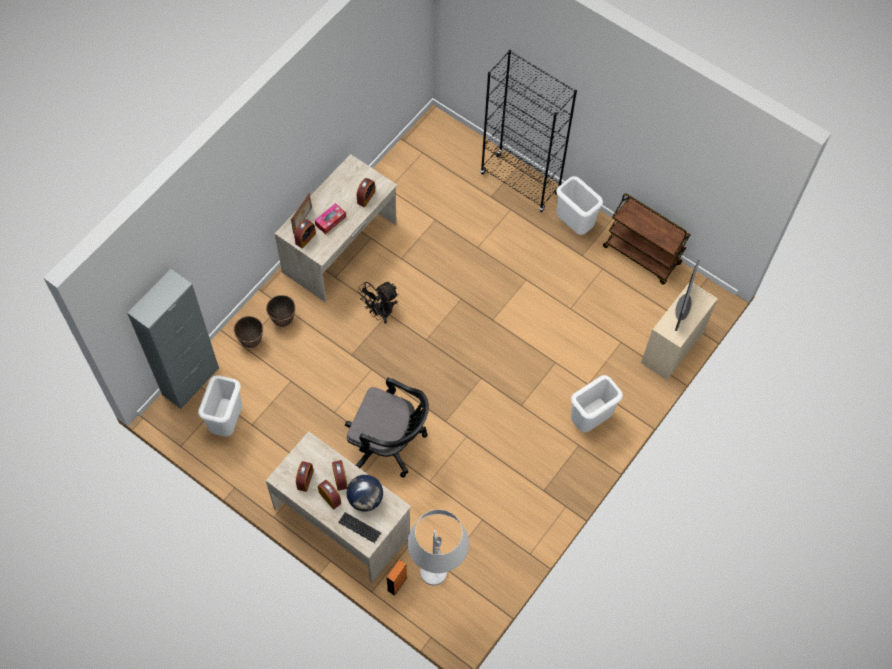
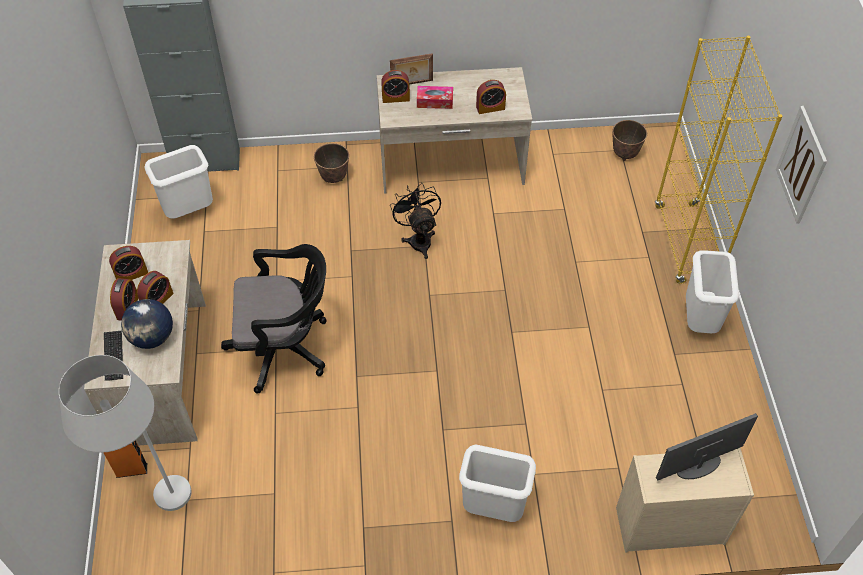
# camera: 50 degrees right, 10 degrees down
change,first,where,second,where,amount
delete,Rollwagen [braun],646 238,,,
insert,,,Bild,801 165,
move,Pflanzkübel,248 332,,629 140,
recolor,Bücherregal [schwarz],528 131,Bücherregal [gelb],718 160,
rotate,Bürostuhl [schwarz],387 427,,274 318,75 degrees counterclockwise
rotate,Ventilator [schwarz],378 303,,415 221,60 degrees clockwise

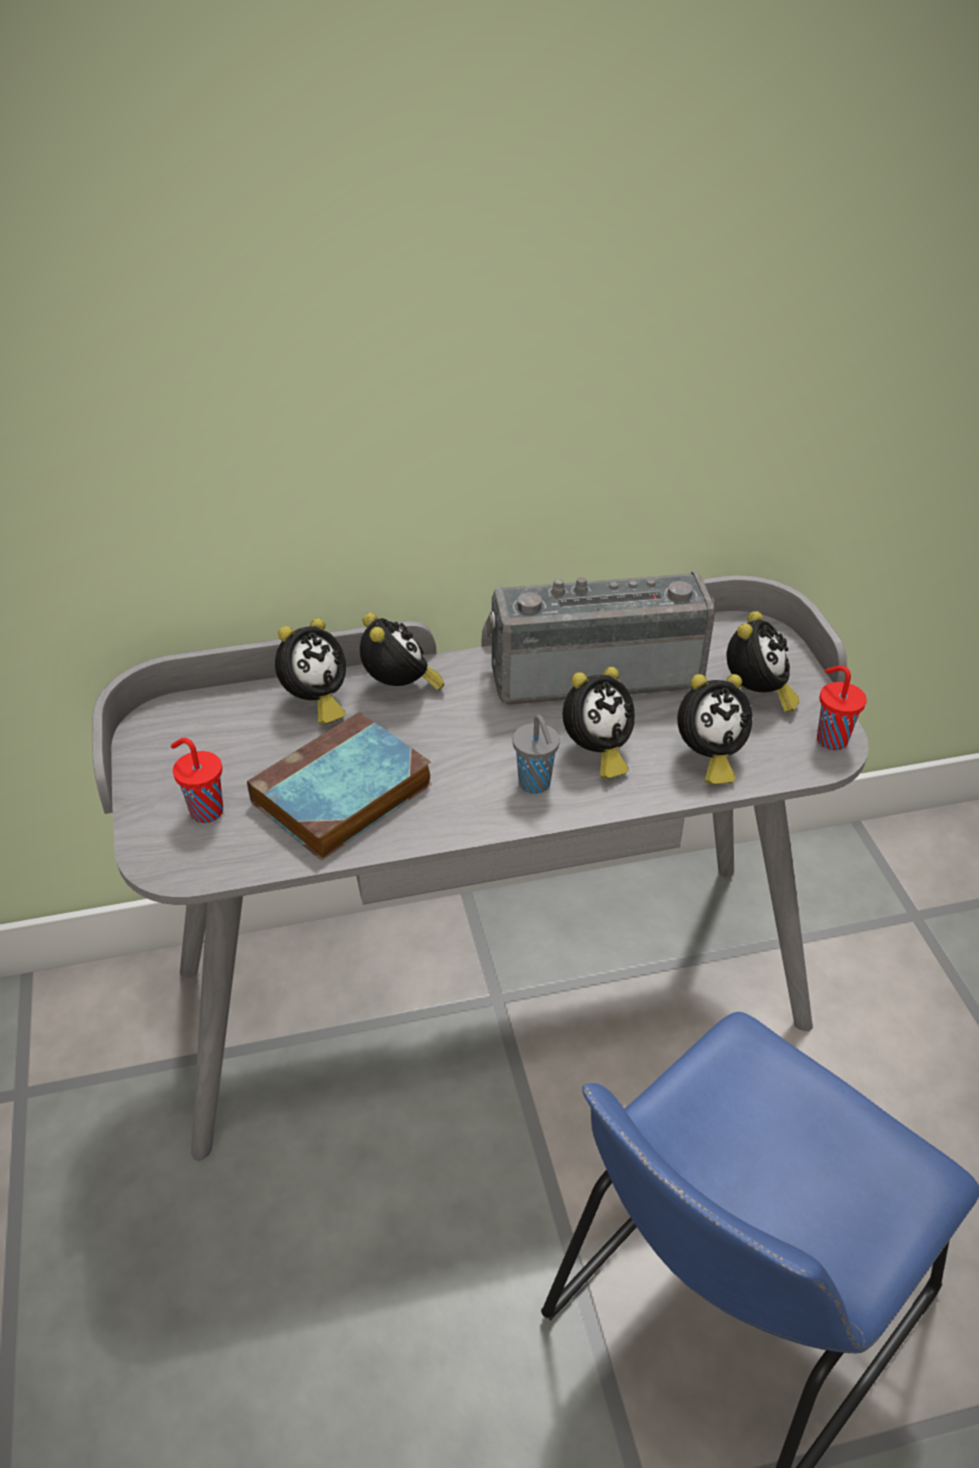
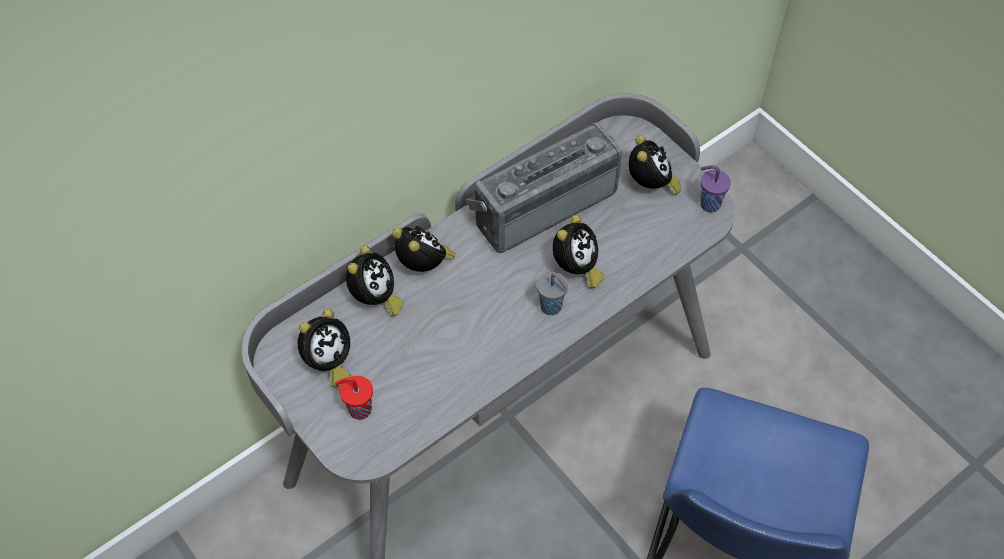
# camera: 25 degrees left, 15 degrees up
change,first,where,second,where,amount
delete,Buch,339 786,,,
move,Wecker,714 729,,324 348,
recolor,Tasse [rot],842 708,Tasse [lila],715 188,

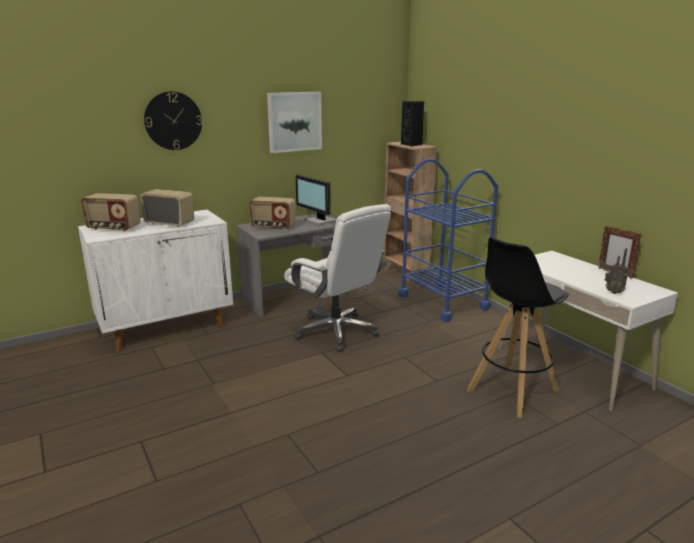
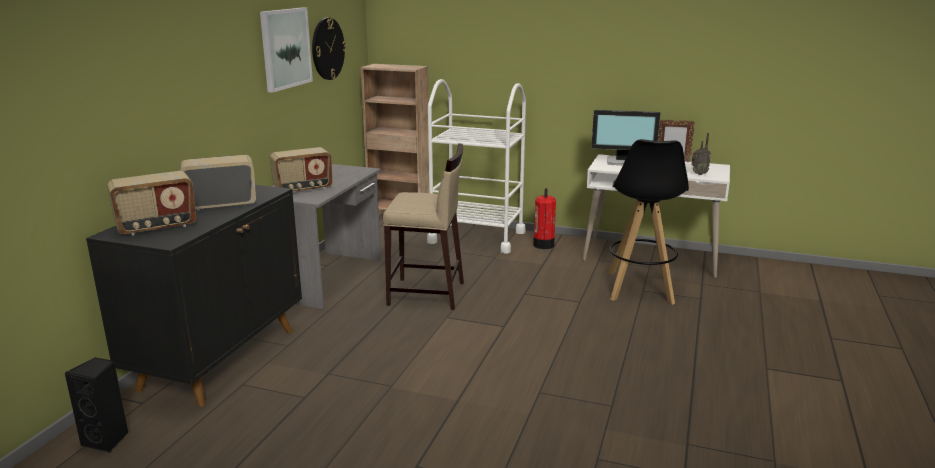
# camera: 40 degrees left, 0 degrees up
change,first,where,second,where,amount
insert,,,Feuerlöscher,544 218,
move,Wanduhr,173 120,,329 49,
move,Monitor,316 200,,625 137,
move,Lautsprecher [schwarz],412 123,,96 405,
replace,Bürostuhl [weiß],337 277,Hocker [beige],423 226,
recolor,Schrank [weiß],155 280,Schrank [schwarz],194 296,
recolor,Rollwagen [blau],448 240,Rollwagen [weiß],476 166,

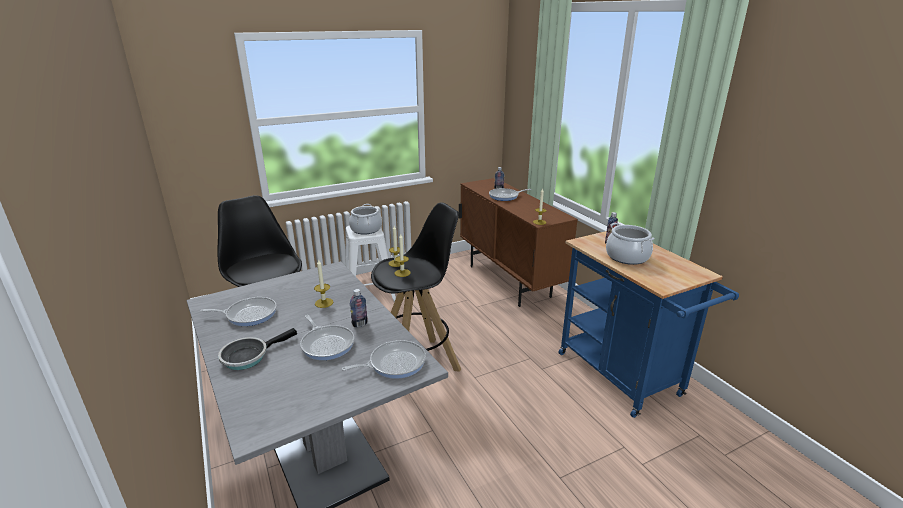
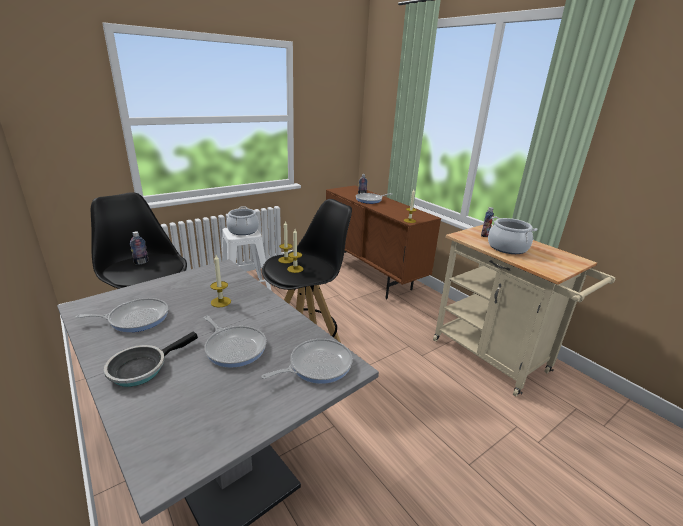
# camera: 10 degrees left, 0 degrees up
change,first,where,second,where,amount
move,Flasche,359 308,,139 248,
recolor,Rollwagen [blau],649 324,Rollwagen [beige],524 310,

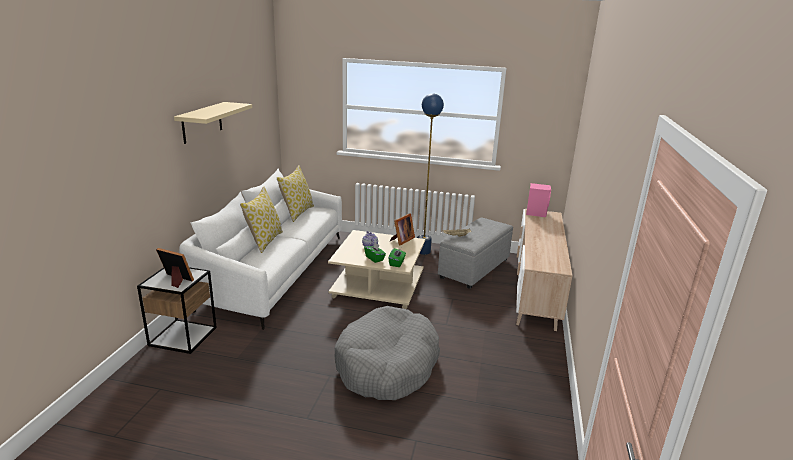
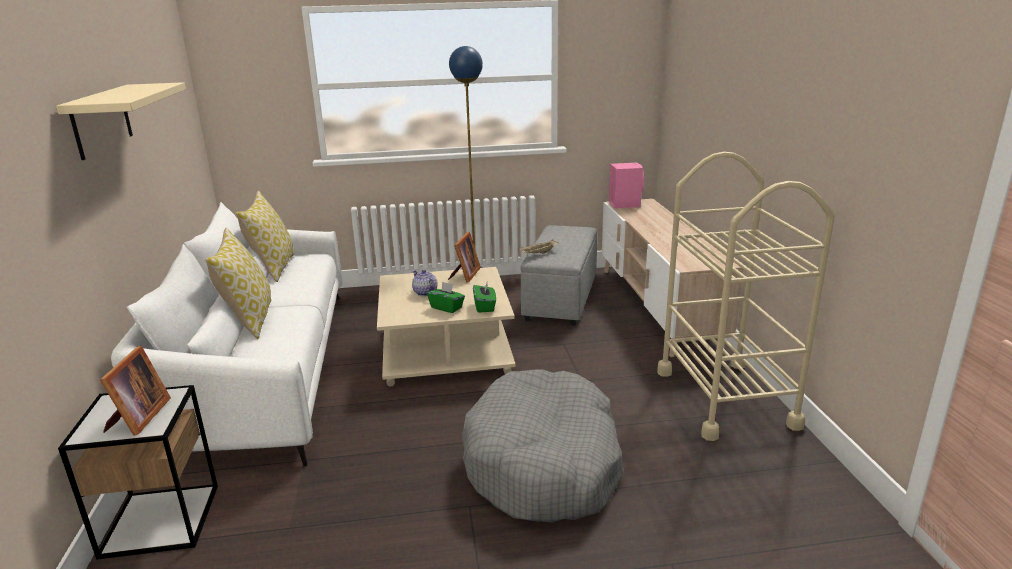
# camera: 20 degrees left, 0 degrees up
change,first,where,second,where,amount
insert,,,Rollwagen [beige],746 296,
rotate,Bilderrahmen,175 268,,135 391,90 degrees clockwise

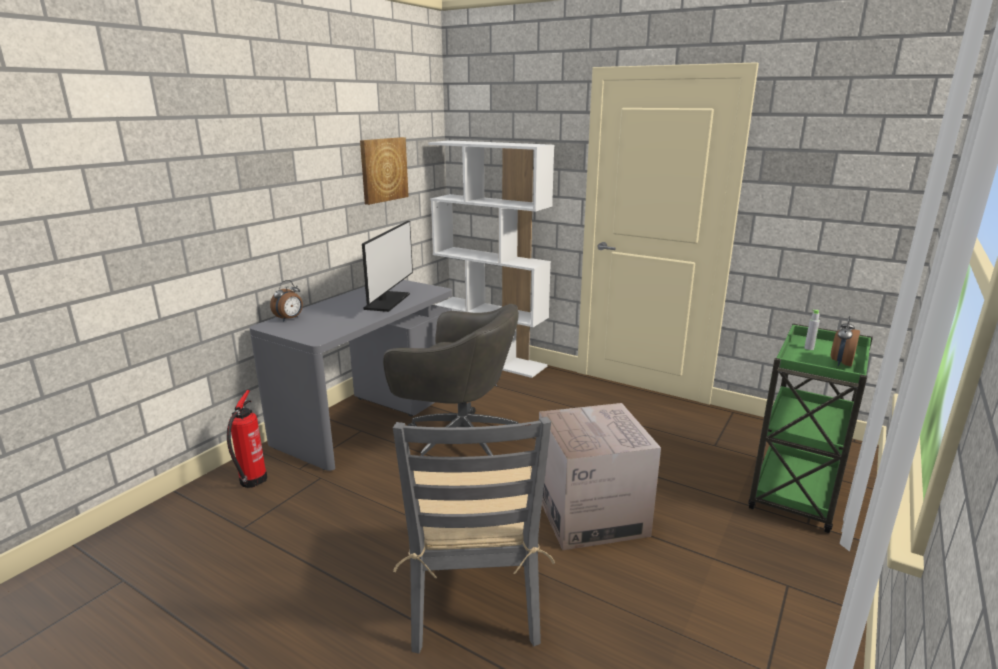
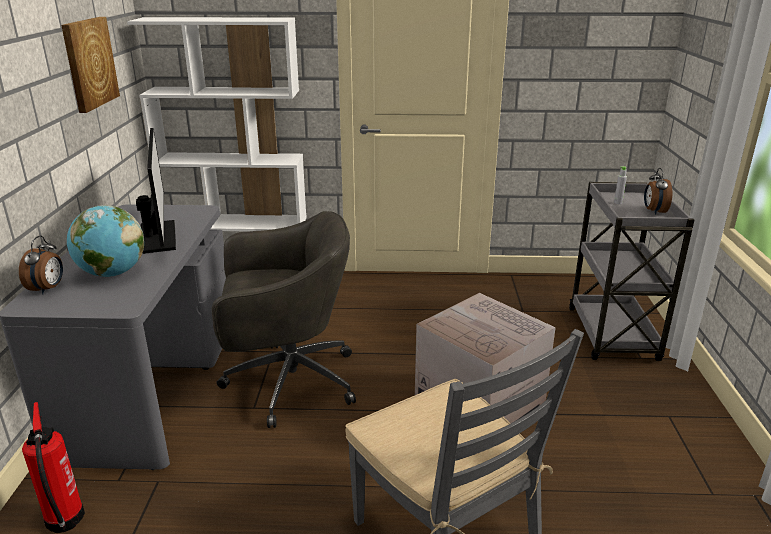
# camera: 30 degrees left, 5 degrees up
change,first,where,second,where,amount
insert,,,Globus,105 241,
recolor,Rollwagen [grün],811 428,Rollwagen [grau],632 271,

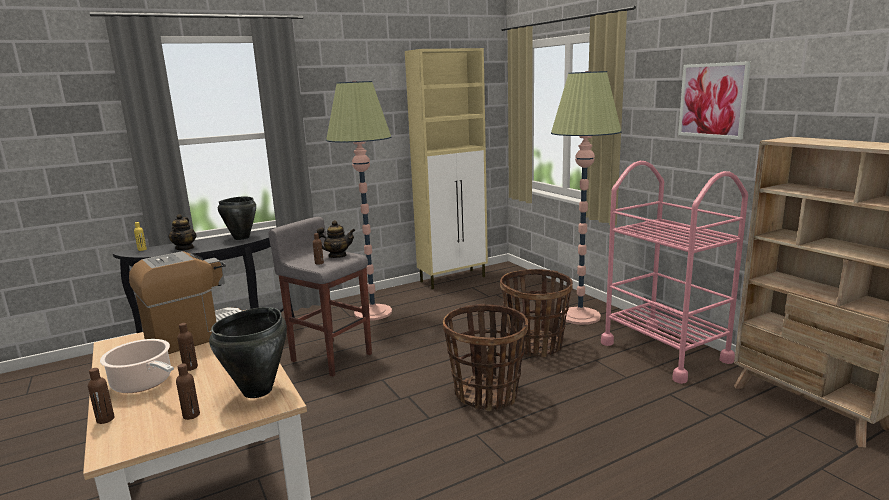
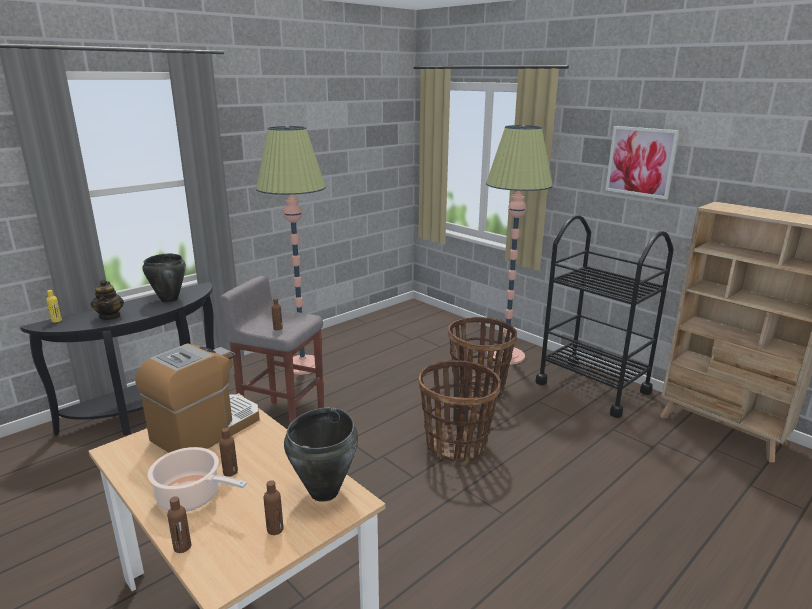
# camera: 15 degrees left, 5 degrees up
change,first,where,second,where,amount
delete,Teekanne,336 239,,,
delete,Schrank [beige],446 168,,,
recolor,Rollwagen [rosa],674 272,Rollwagen [schwarz],604 316,

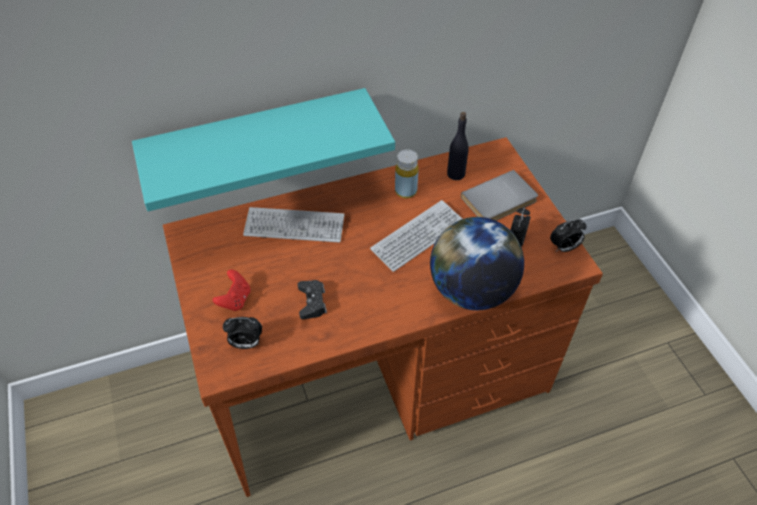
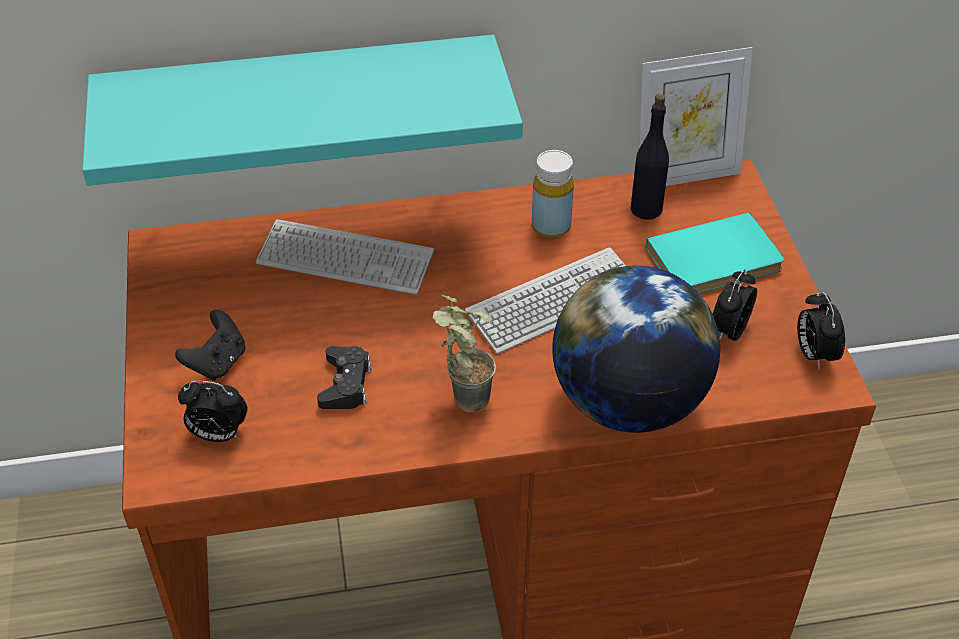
# camera: 10 degrees right, 5 degrees down
change,first,where,second,where,amount
insert,,,Topfpflanze,464 353,
insert,,,Bilderrahmen,696 116,
recolor,Gamepad [rot],232 290,Gamepad [schwarz],210 345,
recolor,Buch [grau],499 195,Buch [türkis],714 253,
rotate,Wecker,568 235,,821 330,90 degrees clockwise

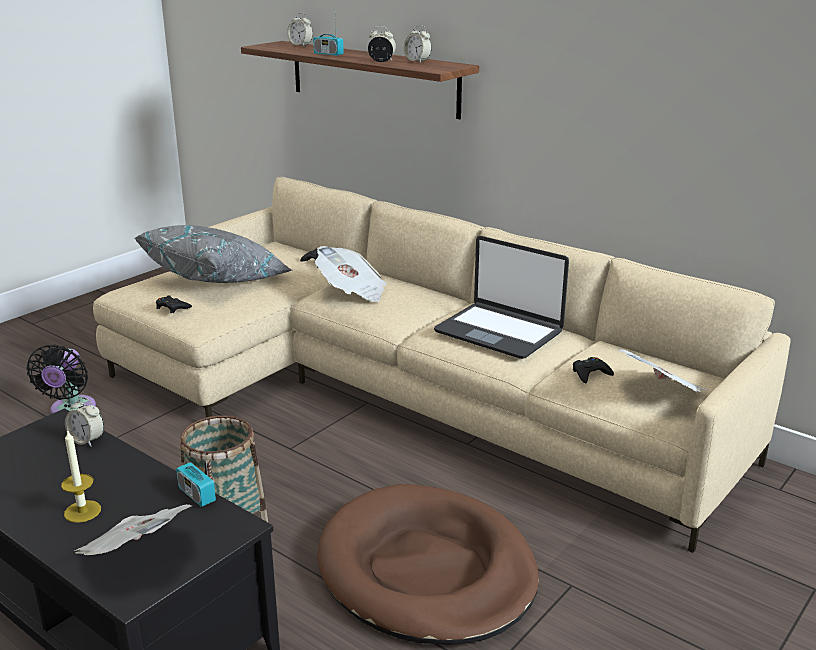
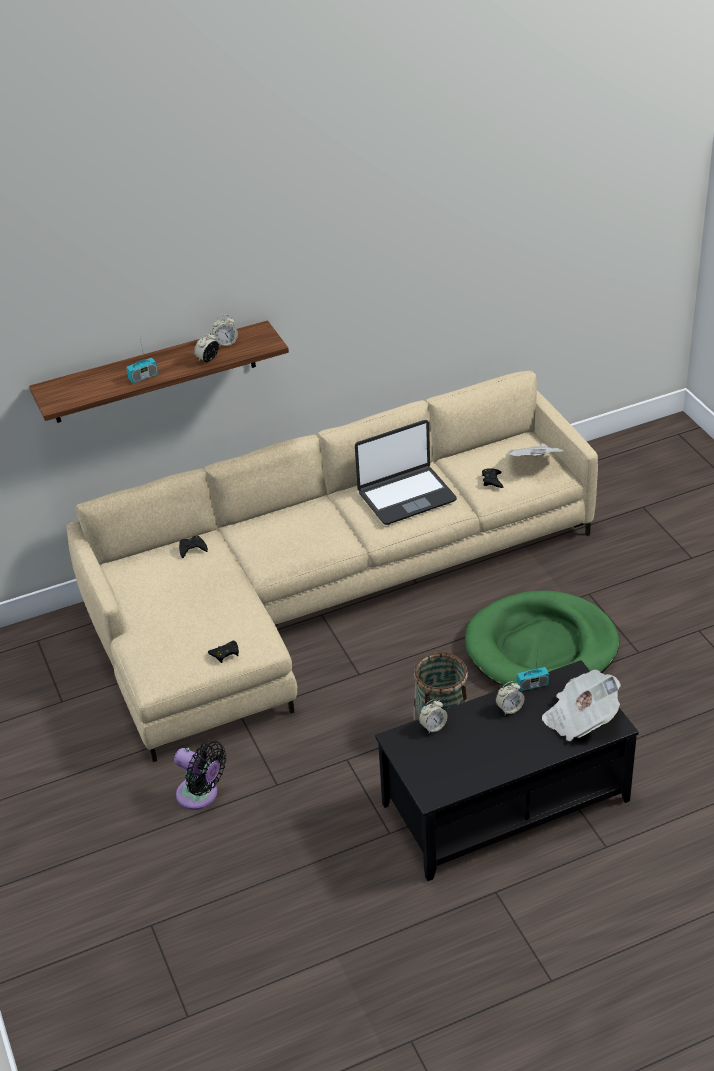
# camera: 60 degrees left, 15 degrees up
change,first,where,second,where,amount
delete,Kerze,81 476,,,
delete,Kissen [grau],214 254,,,
delete,Zeitung,351 274,,,
move,Wecker,300 30,,510 698,
recolor,Hundebett [braun],428 564,Hundebett [grün],542 639,

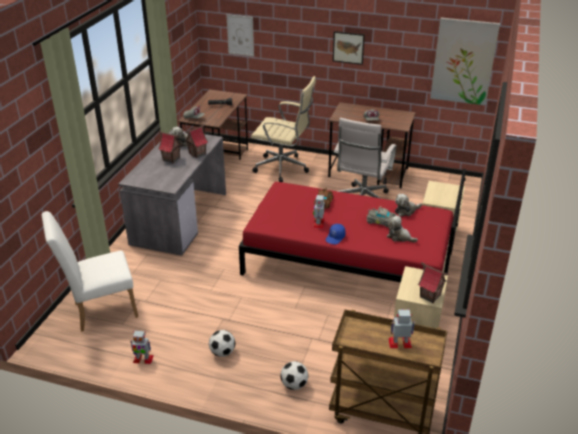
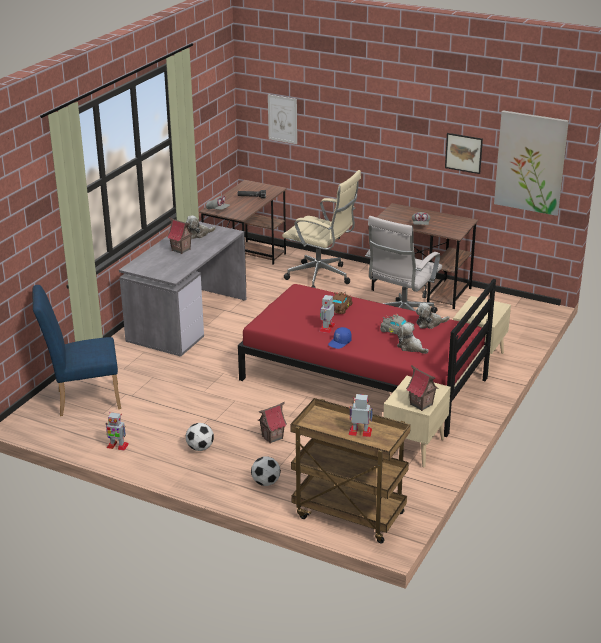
# camera: 10 degrees right, 5 degrees down
change,first,where,second,where,amount
move,Spielzeughaus,196 141,,272 423,
move,Bild,349 48,,464 153,
recolor,Stuhl [weiß],90 271,Stuhl [blau],77 350,

